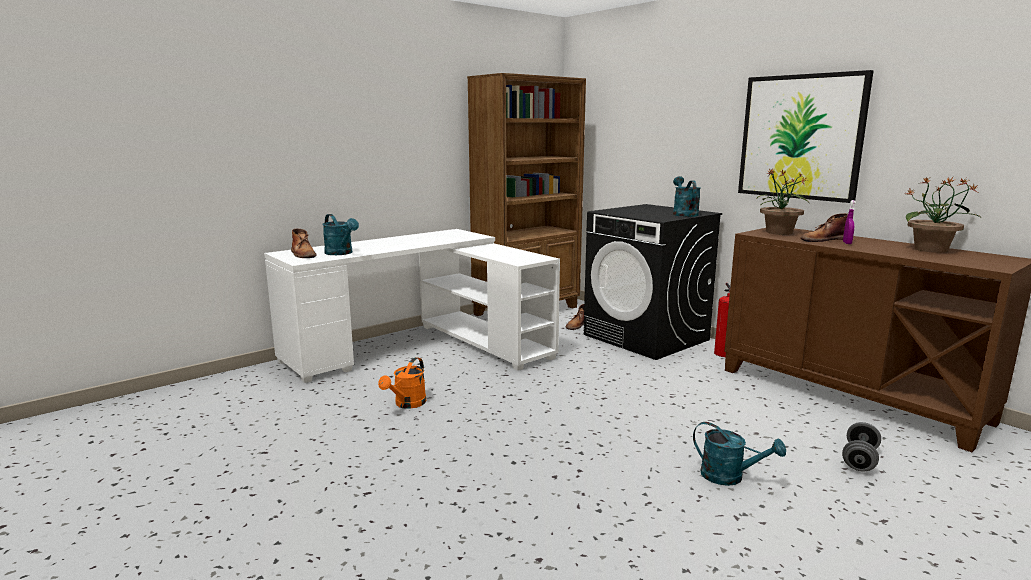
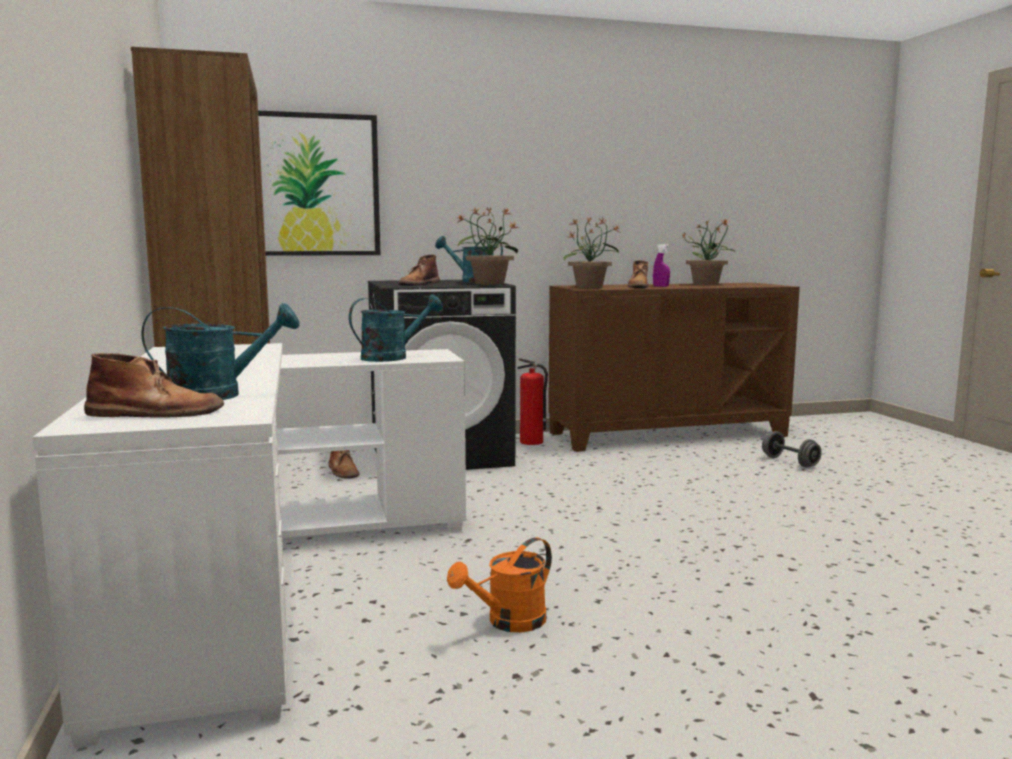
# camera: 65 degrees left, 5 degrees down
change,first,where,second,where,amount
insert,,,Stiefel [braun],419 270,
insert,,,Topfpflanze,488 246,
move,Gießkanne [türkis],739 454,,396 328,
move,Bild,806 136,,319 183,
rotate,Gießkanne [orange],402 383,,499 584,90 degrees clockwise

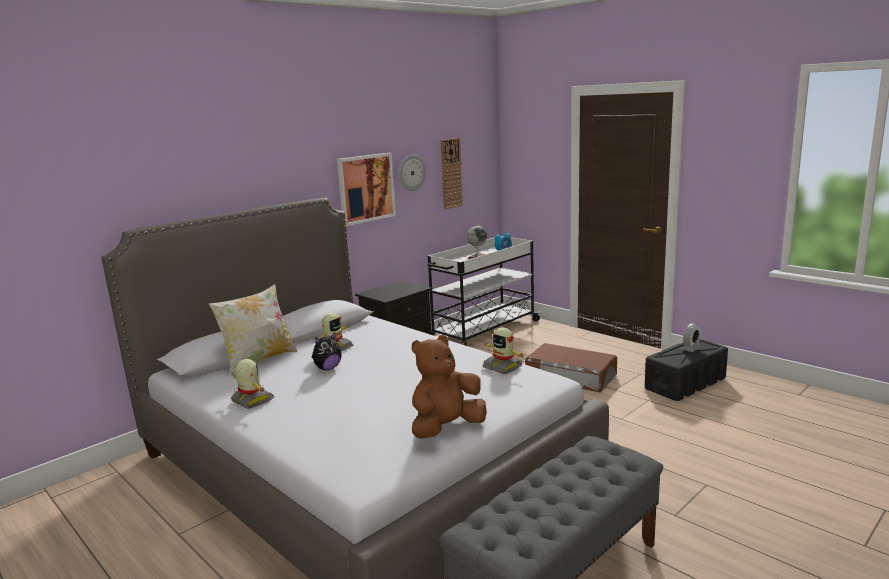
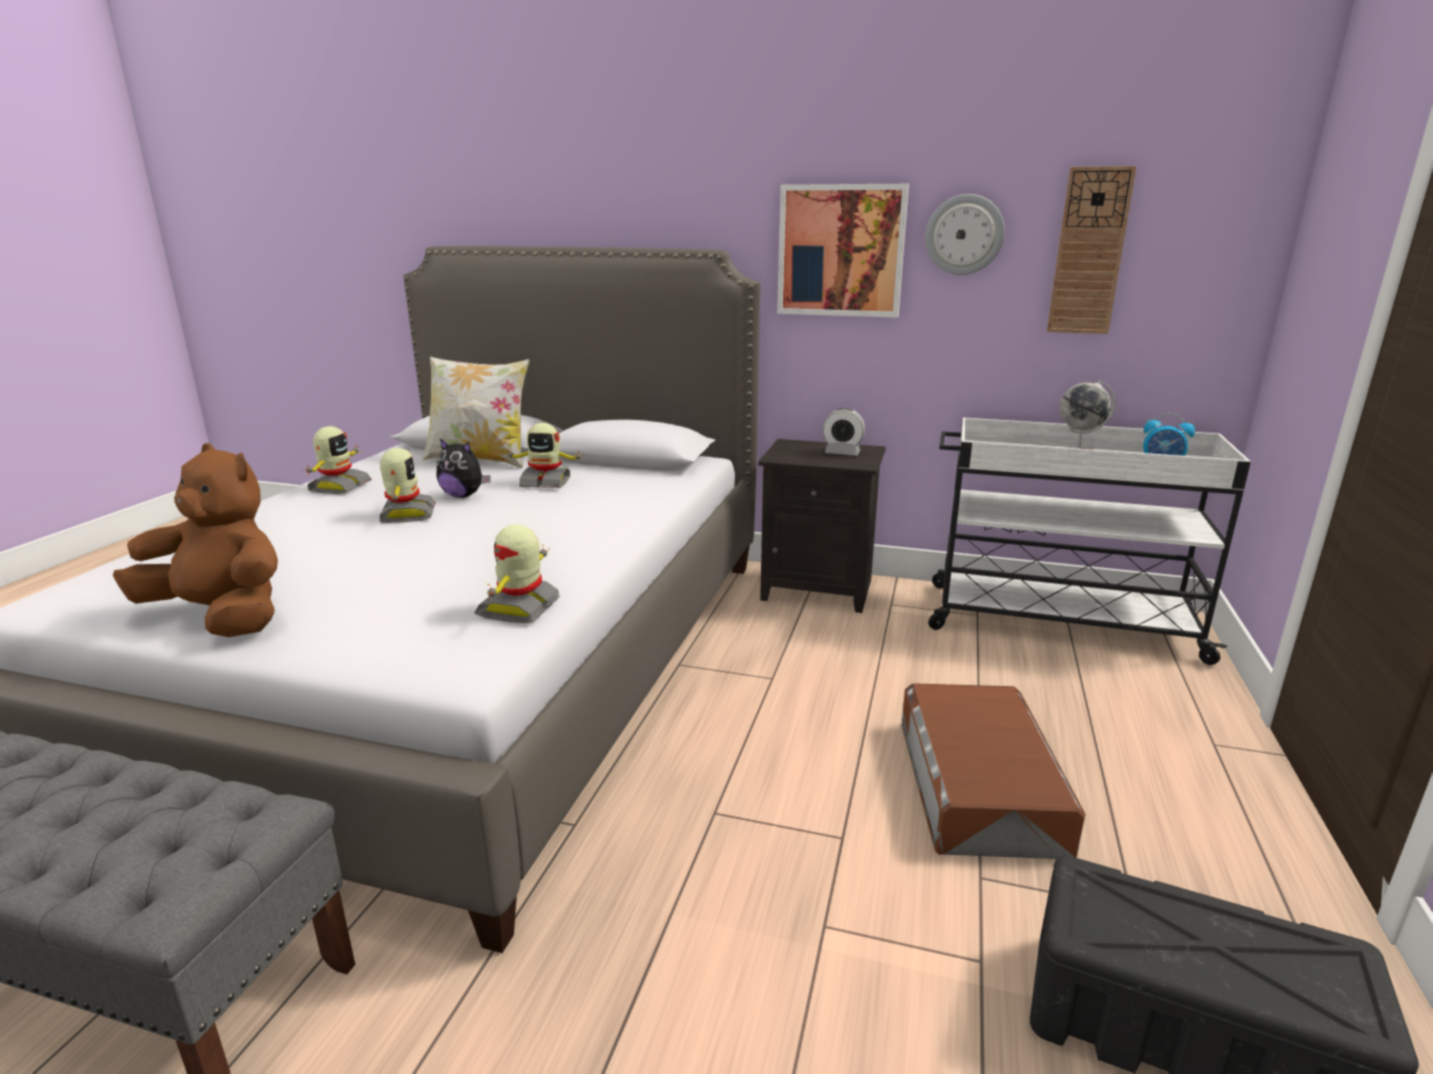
# camera: 60 degrees right, 5 degrees up
change,first,where,second,where,amount
insert,,,Spielzeugroboter,407 485,
move,Wecker,691 337,,844 432,

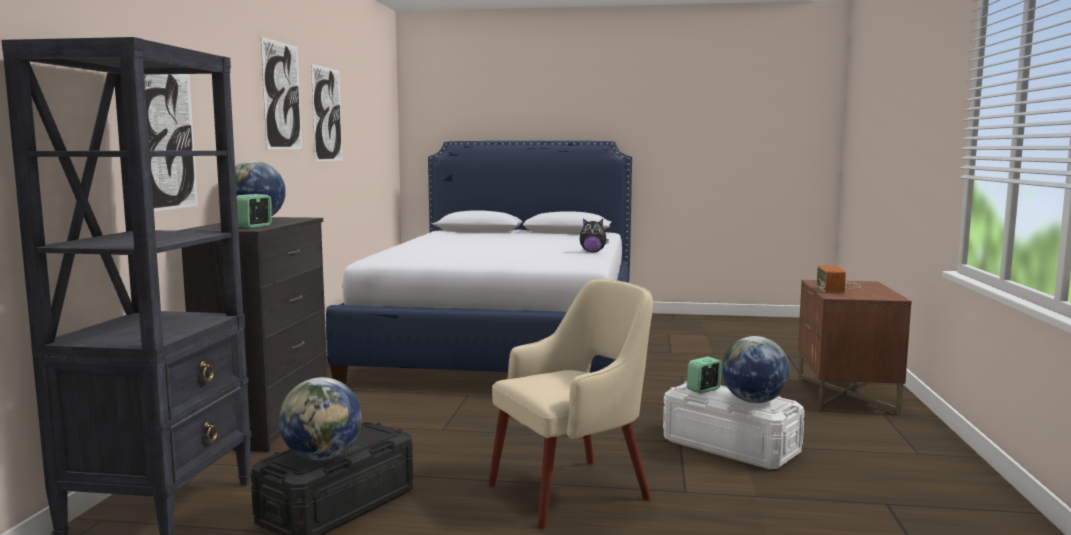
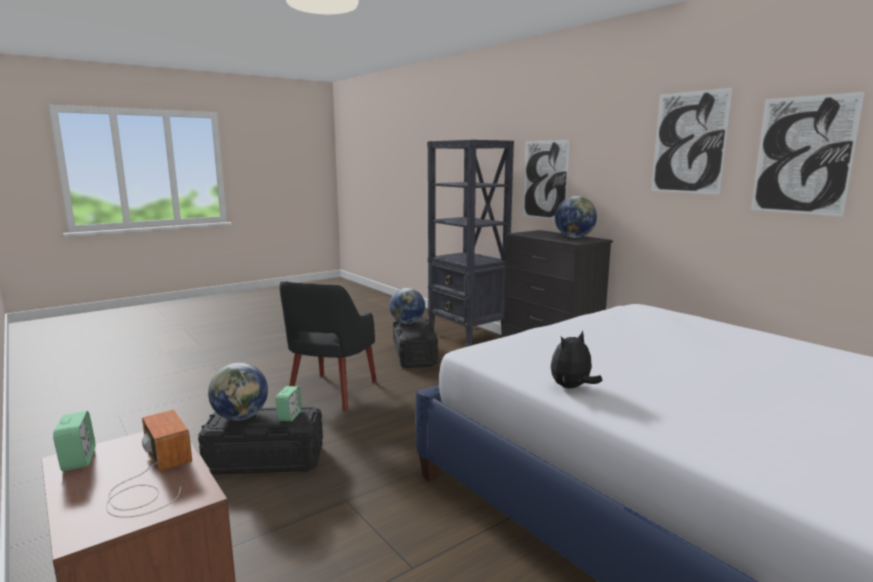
# camera: 135 degrees right, 5 degrees up
change,first,where,second,where,amount
move,Wecker,254 211,,74 441,
recolor,Sessel [beige],570 404,Sessel [schwarz],328 346,
recolor,Aufbewahrungsbox [weiß],734 425,Aufbewahrungsbox [schwarz],260 440,

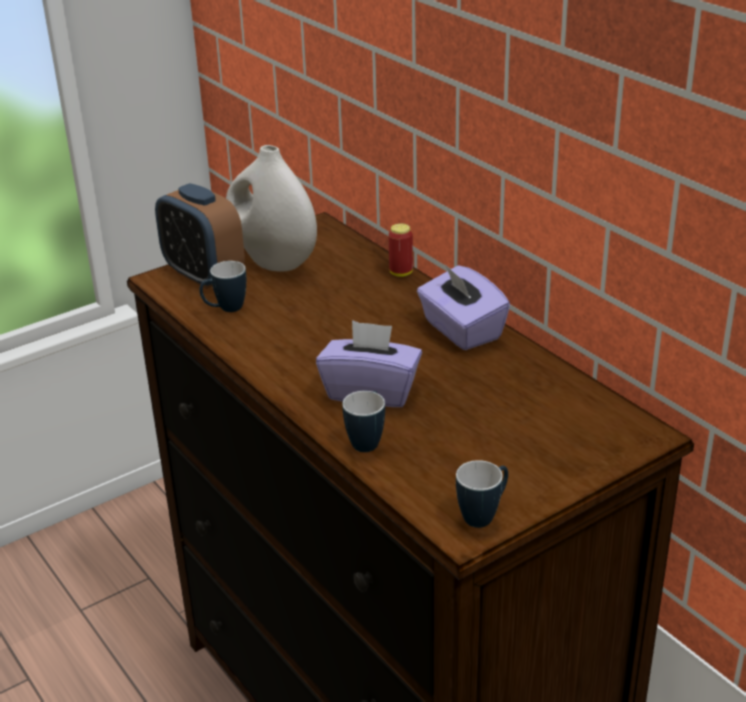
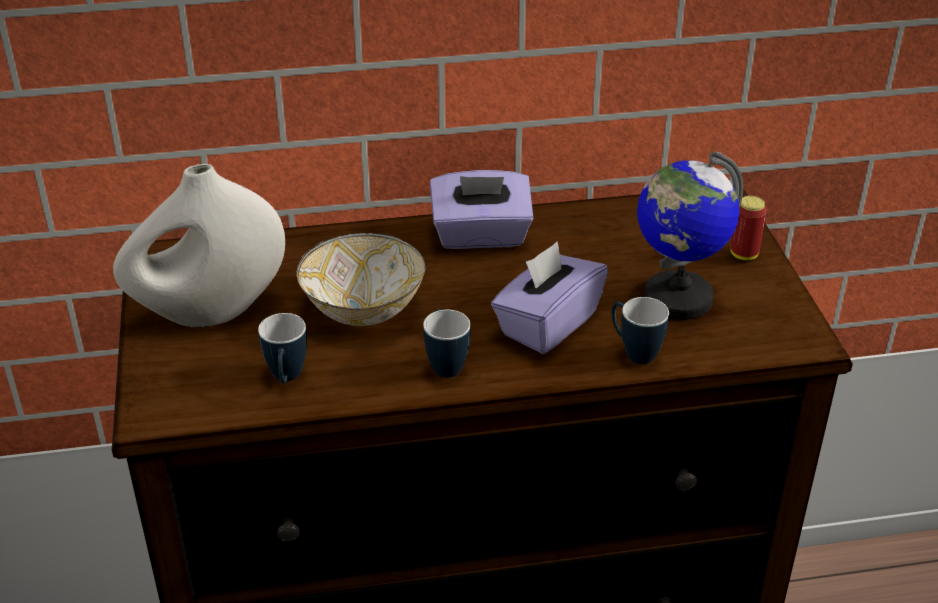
# camera: 65 degrees left, 5 degrees up
change,first,where,second,where,amount
delete,Wecker,200 236,,,
insert,,,Schüssel,361 279,
insert,,,Globus,690 235,
move,Dose,401 250,,748 228,
move,Henkelbecher,482 494,,447 343,

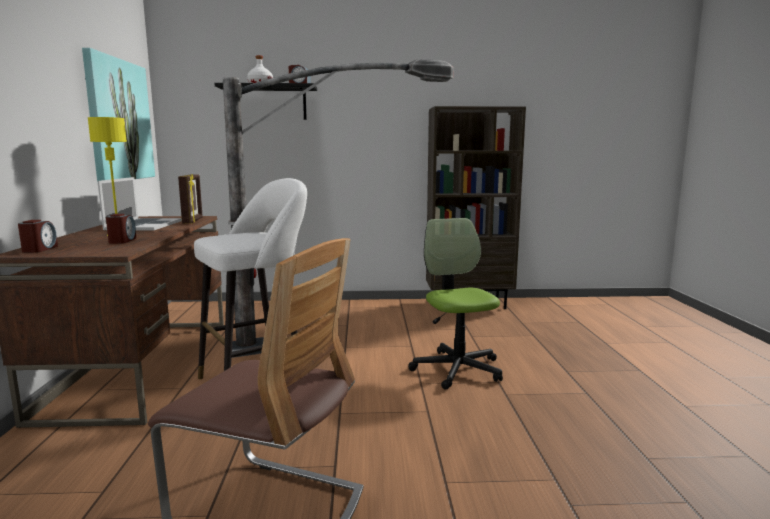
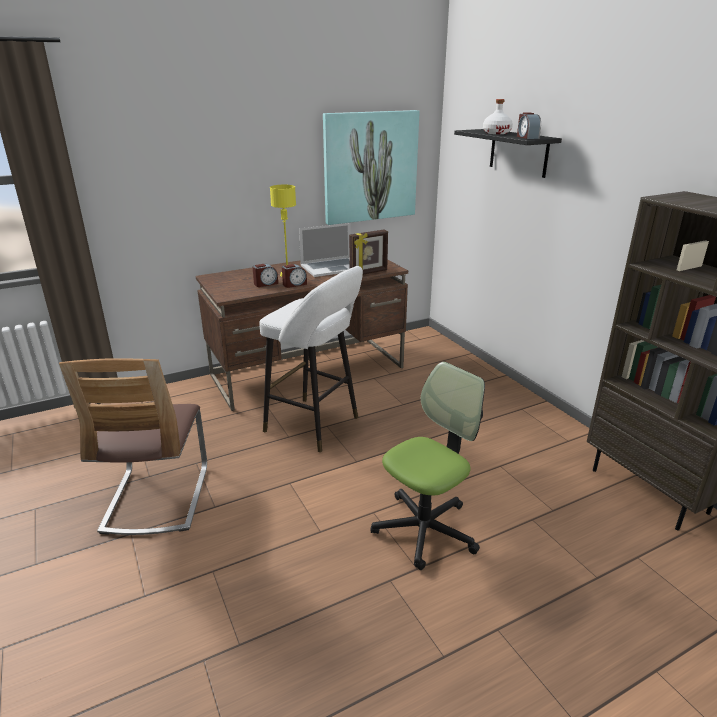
# camera: 65 degrees right, 15 degrees up
change,first,where,second,where,amount
delete,Stehlampe,338 208,,,
move,Wecker,38 236,,294 276,

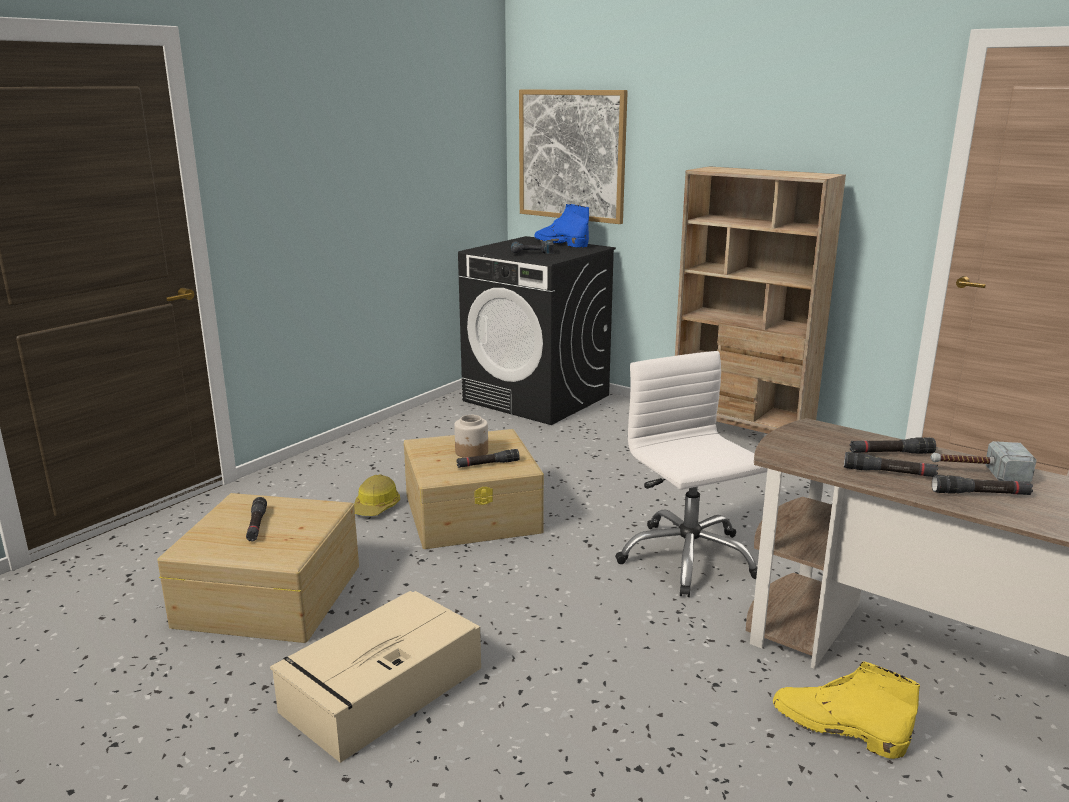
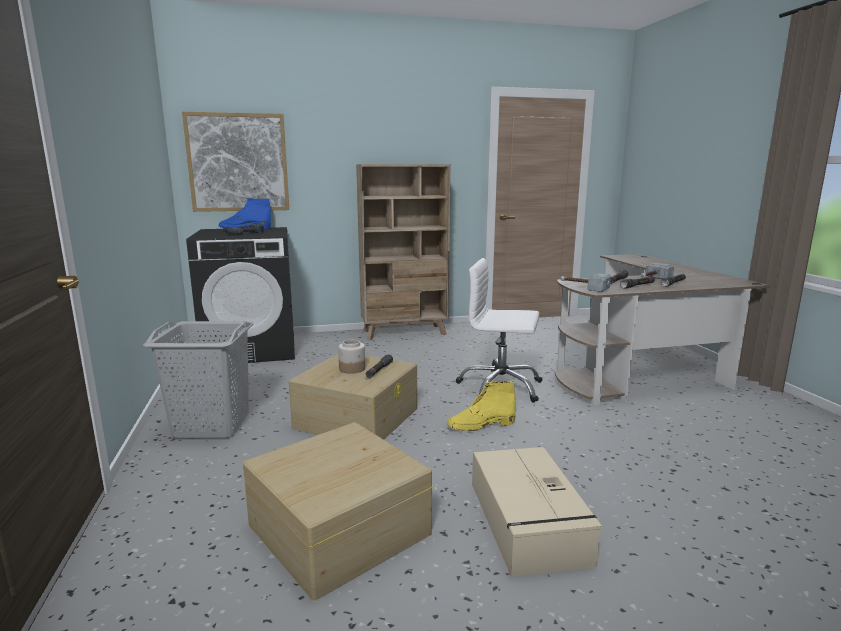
# camera: 50 degrees left, 5 degrees down
change,first,where,second,where,amount
delete,Taschenlampe [schwarz],256 519,,,
delete,Schutzhelm,377 495,,,
insert,,,Wäschekorb [grau],198 379,
insert,,,Hammer,586 282,
move,Stiefel [gelb],846 710,,481 406,

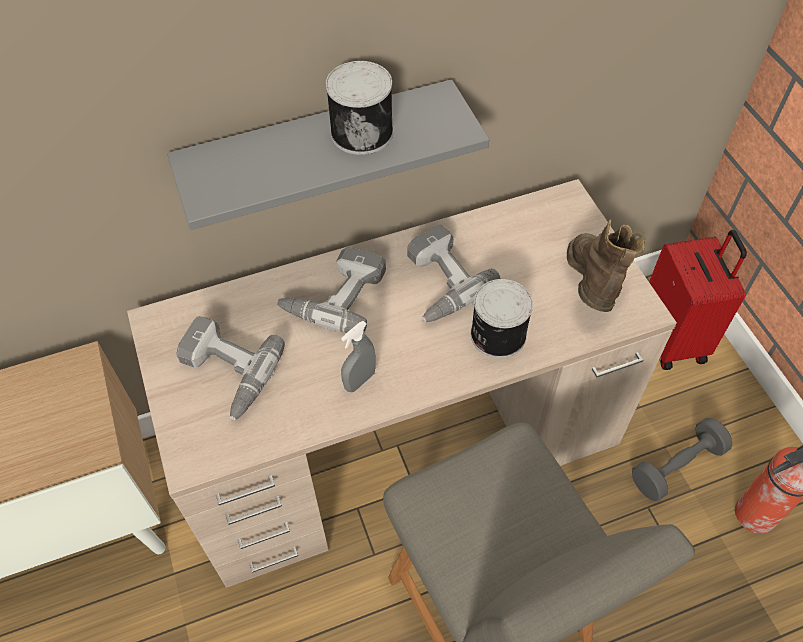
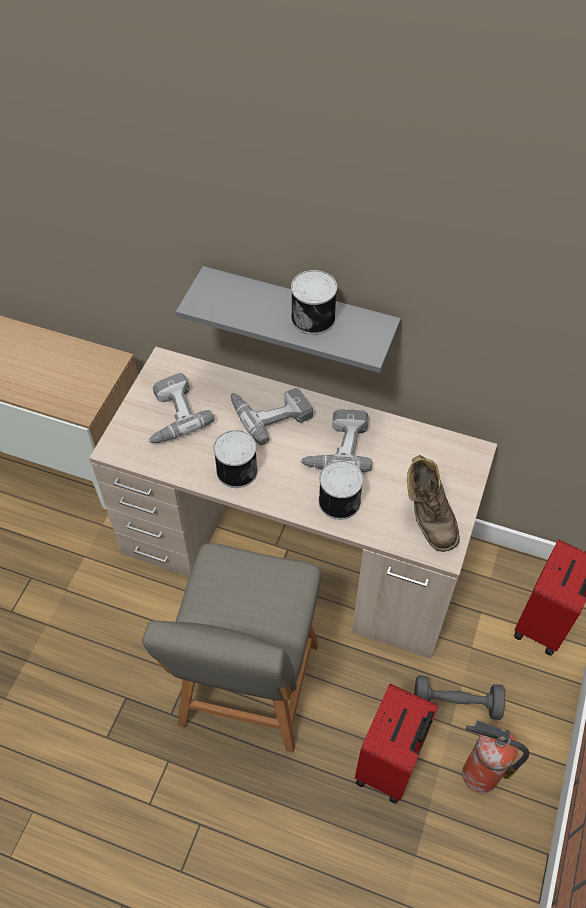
# camera: 40 degrees right, 0 degrees up
change,first,where,second,where,amount
insert,,,Koffer [rot],396 743,
replace,Sprühflasche [grau],358 356,Dose,235 459,
rotate,Stiefel [braun],606 265,,433 503,120 degrees clockwise

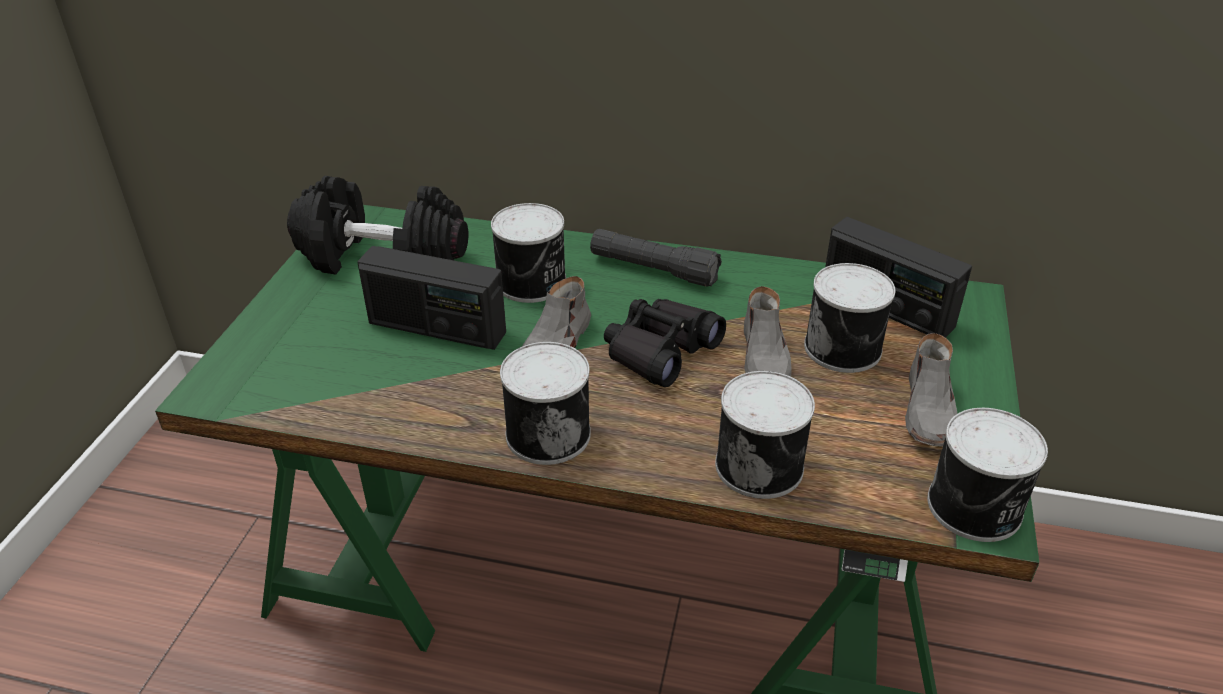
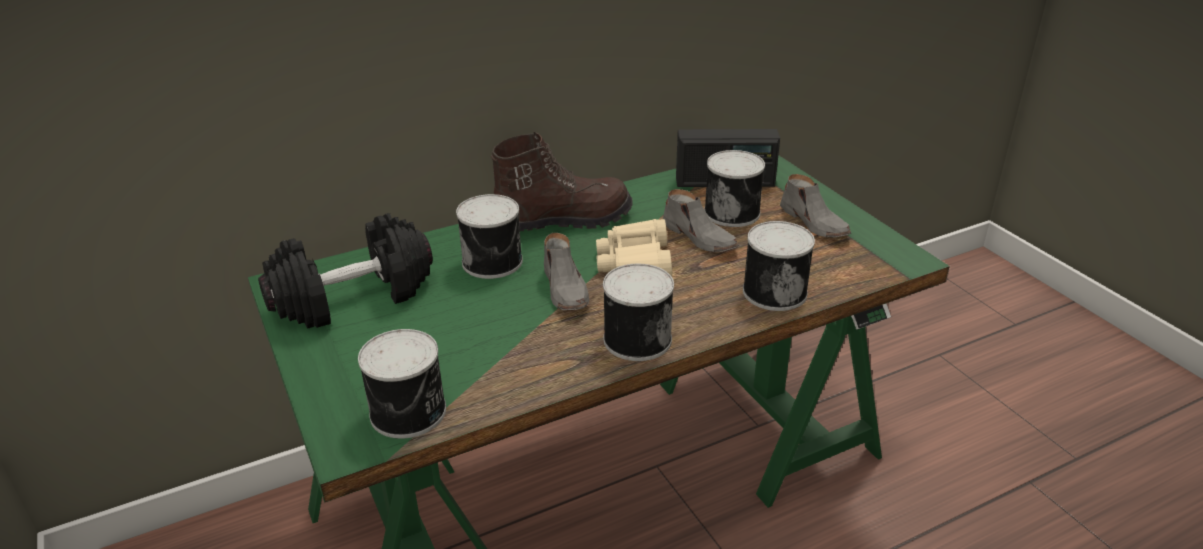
# camera: 40 degrees left, 5 degrees down
change,first,where,second,where,amount
delete,Radio,431 298,,,
move,Dose,987 475,,402 384,
replace,Taschenlampe [schwarz],656 258,Stiefel [braun],562 181,
recolor,Fernglas [schwarz],665 343,Fernglas [beige],634 247,

